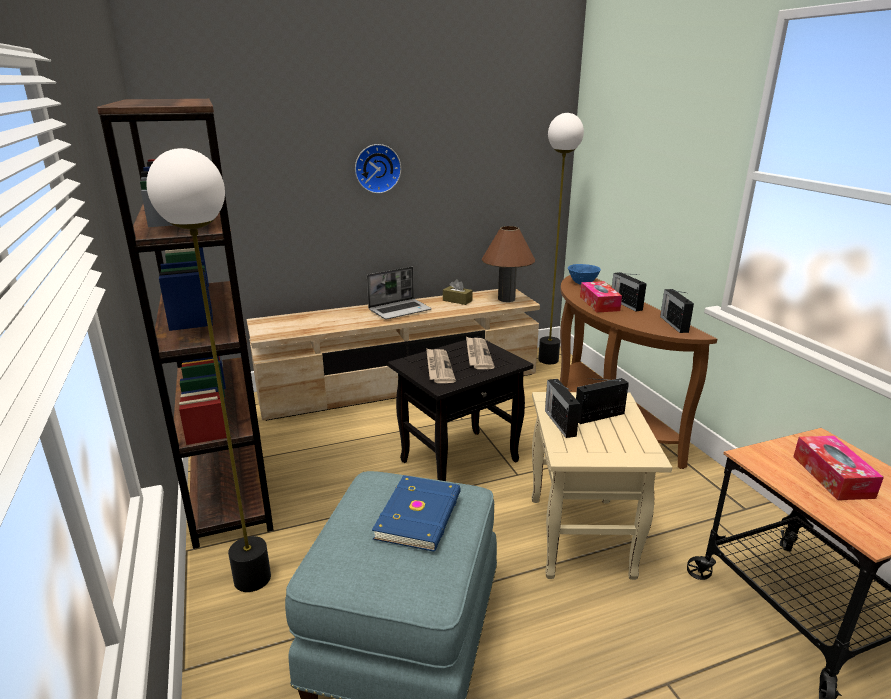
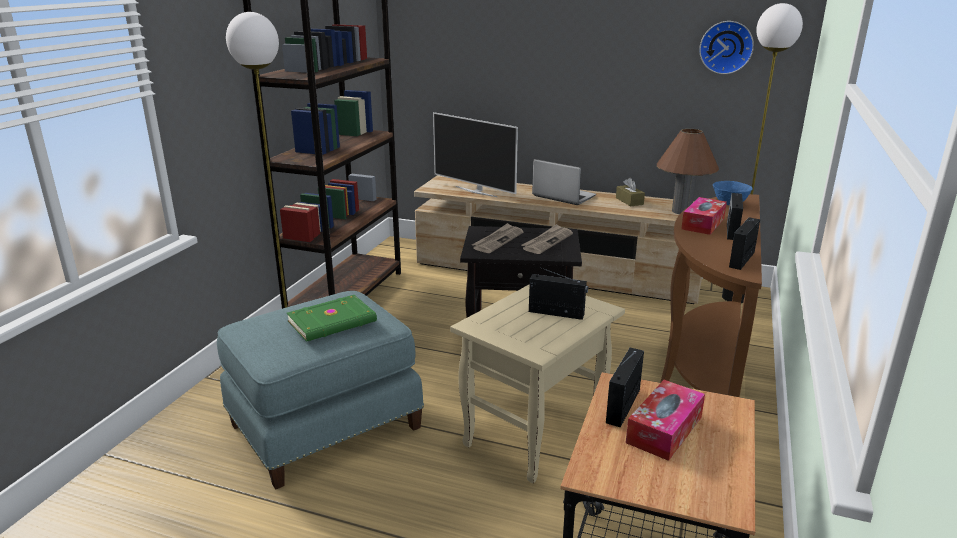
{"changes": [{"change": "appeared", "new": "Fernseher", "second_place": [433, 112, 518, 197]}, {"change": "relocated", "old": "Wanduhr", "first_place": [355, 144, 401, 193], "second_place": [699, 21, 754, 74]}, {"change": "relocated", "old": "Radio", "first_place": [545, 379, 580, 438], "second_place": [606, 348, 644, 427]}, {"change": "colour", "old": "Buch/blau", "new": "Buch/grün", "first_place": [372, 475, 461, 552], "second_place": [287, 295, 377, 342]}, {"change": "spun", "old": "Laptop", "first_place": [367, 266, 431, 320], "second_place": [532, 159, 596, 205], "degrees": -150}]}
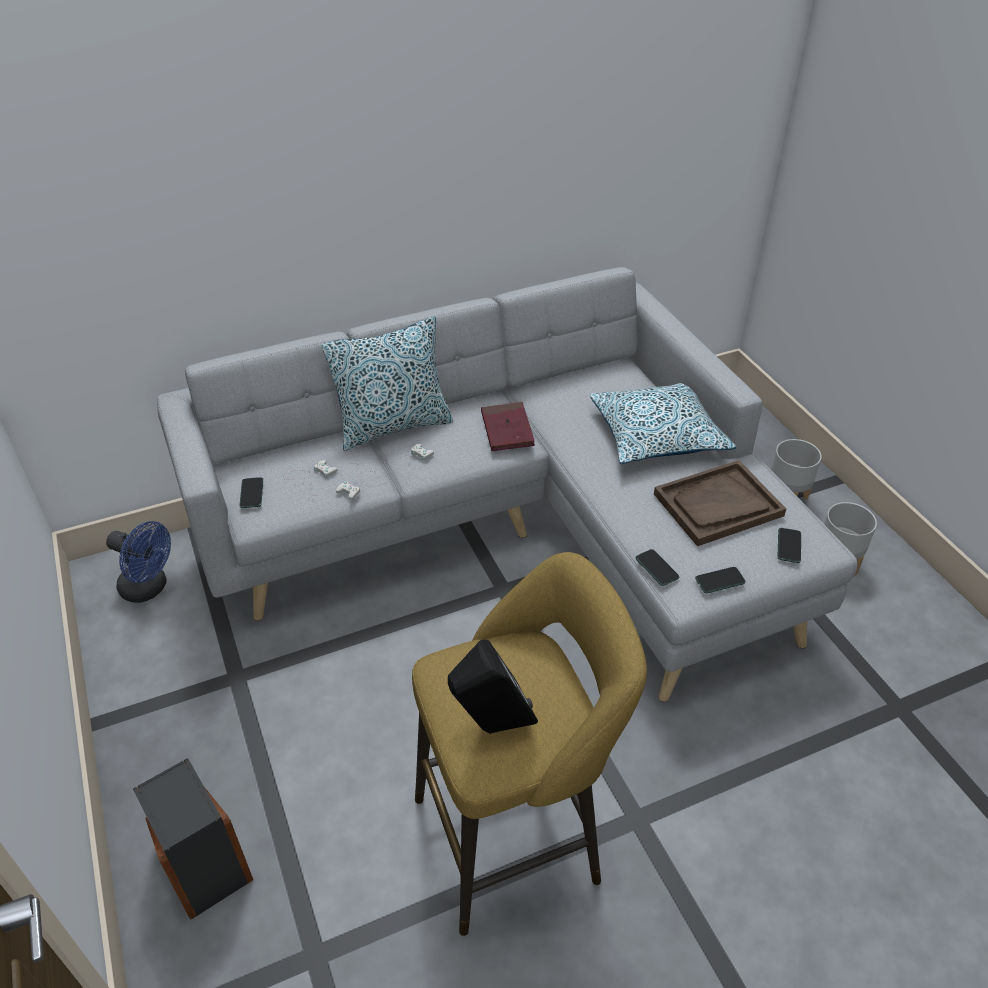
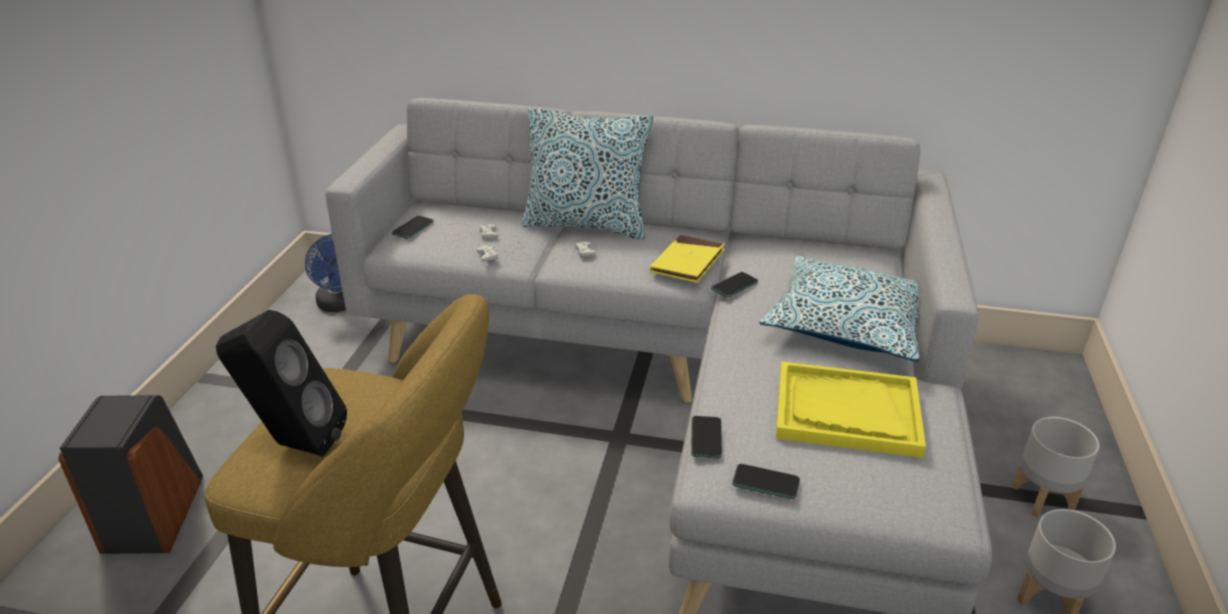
{"changes": [{"change": "relocated", "old": "Handy", "first_place": [778, 528, 801, 563], "second_place": [711, 272, 758, 298]}, {"change": "colour", "old": "Buch/rot", "new": "Buch/gelb", "first_place": [481, 402, 535, 451], "second_place": [650, 235, 725, 283]}, {"change": "colour", "old": "Tablett/braun", "new": "Tablett/gelb", "first_place": [654, 460, 786, 546], "second_place": [776, 361, 926, 458]}]}
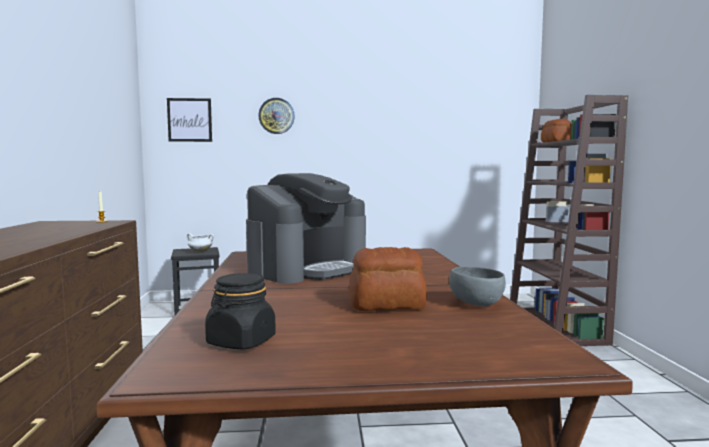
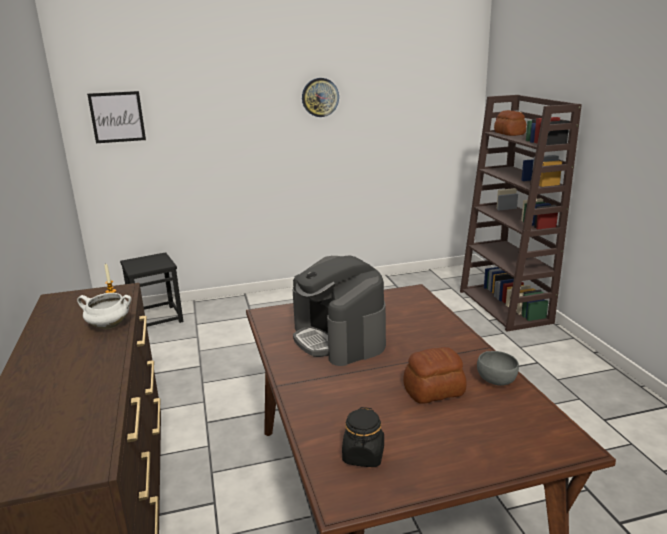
{"changes": [{"change": "relocated", "old": "Kochtopf/weiß", "first_place": [187, 233, 214, 252], "second_place": [77, 293, 132, 329]}, {"change": "relocated", "old": "Wanduhr", "first_place": [258, 98, 295, 134], "second_place": [302, 78, 339, 117]}, {"change": "spun", "old": "Kaffeemaschine", "first_place": [246, 173, 366, 284], "second_place": [293, 255, 386, 366], "degrees": 120}]}
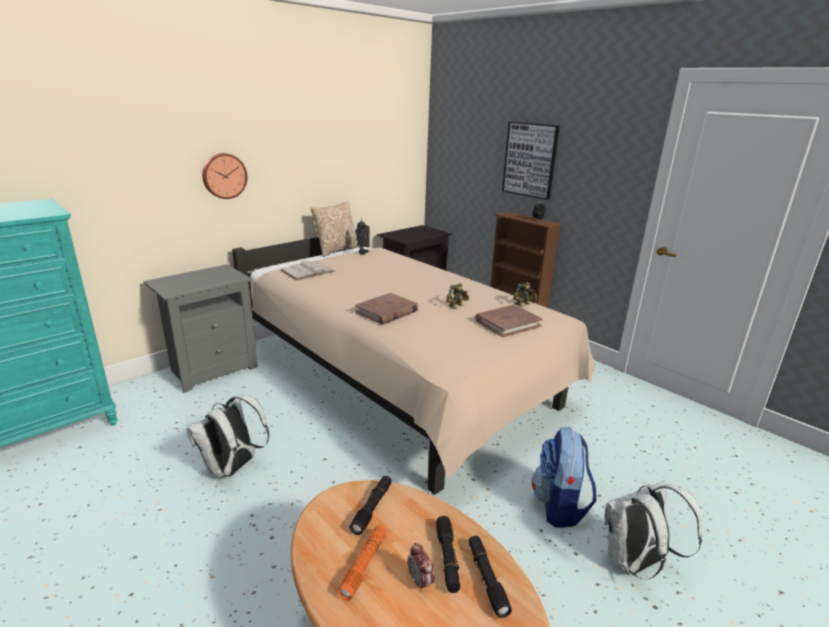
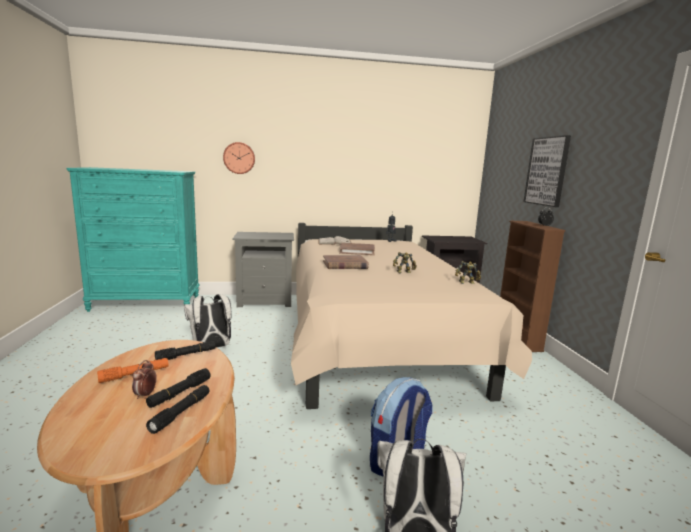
{"changes": [{"change": "missing", "old": "Kissen", "first_place": [310, 201, 360, 257]}, {"change": "relocated", "old": "Wanduhr", "first_place": [202, 153, 247, 199], "second_place": [223, 142, 255, 174]}, {"change": "relocated", "old": "Buch/braun", "first_place": [475, 305, 542, 337], "second_place": [339, 243, 375, 255]}]}
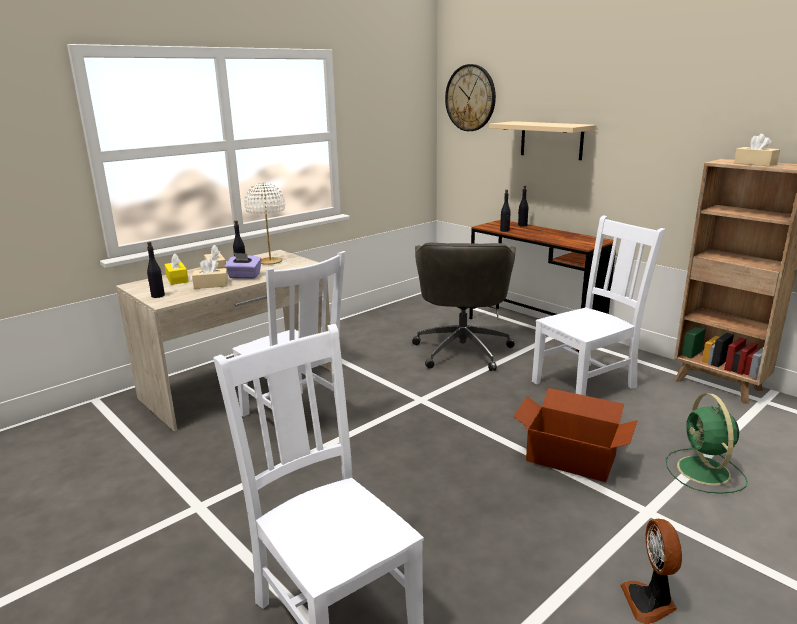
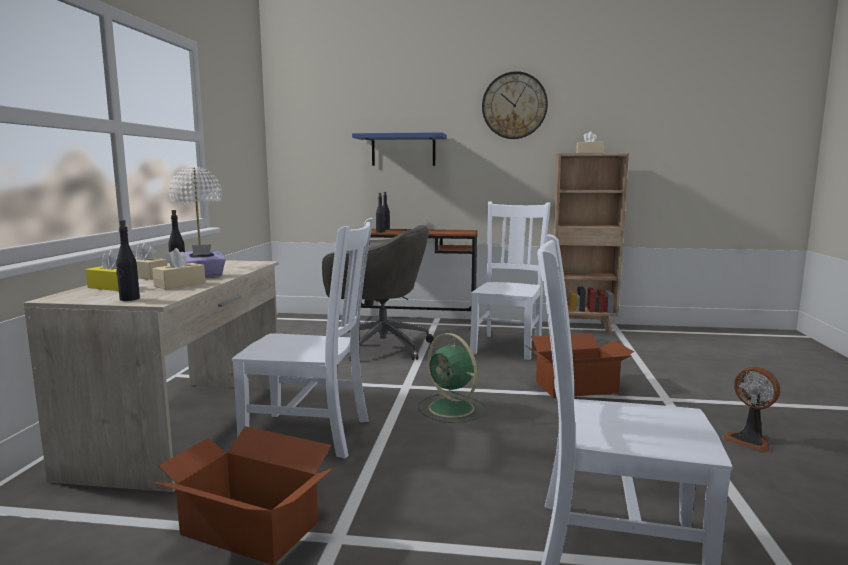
{"changes": [{"change": "appeared", "new": "Karton", "second_place": [149, 426, 335, 565]}, {"change": "relocated", "old": "Wanduhr", "first_place": [445, 64, 496, 131], "second_place": [482, 71, 548, 139]}, {"change": "relocated", "old": "Ventilator/grün", "first_place": [666, 393, 748, 494], "second_place": [418, 333, 488, 423]}, {"change": "colour", "old": "Wandregal/beige", "new": "Wandregal/blau", "first_place": [489, 121, 597, 160], "second_place": [352, 132, 447, 166]}, {"change": "spun", "old": "Bürostuhl/grau", "first_place": [412, 243, 516, 371], "second_place": [322, 225, 434, 362], "degrees": -45}]}
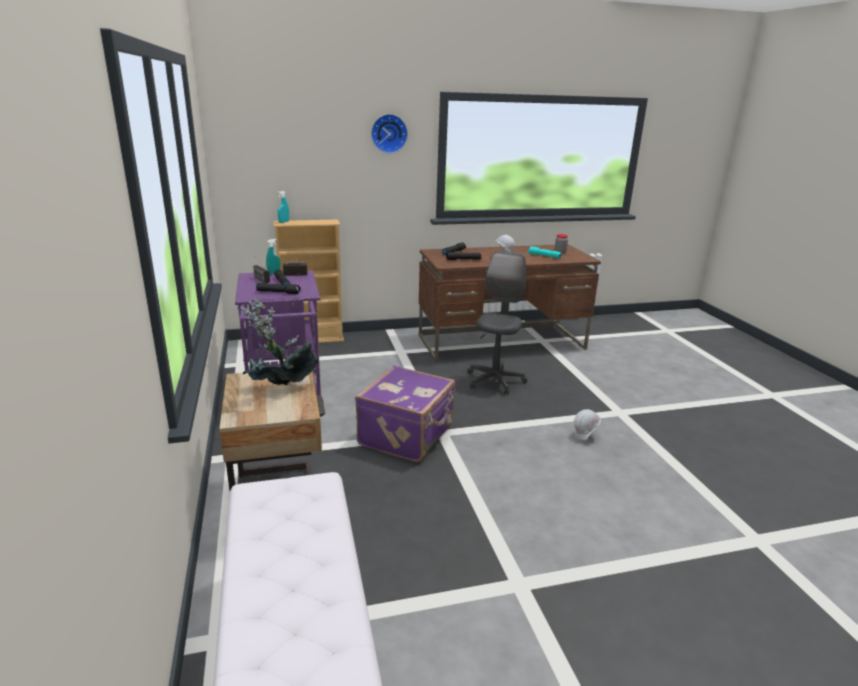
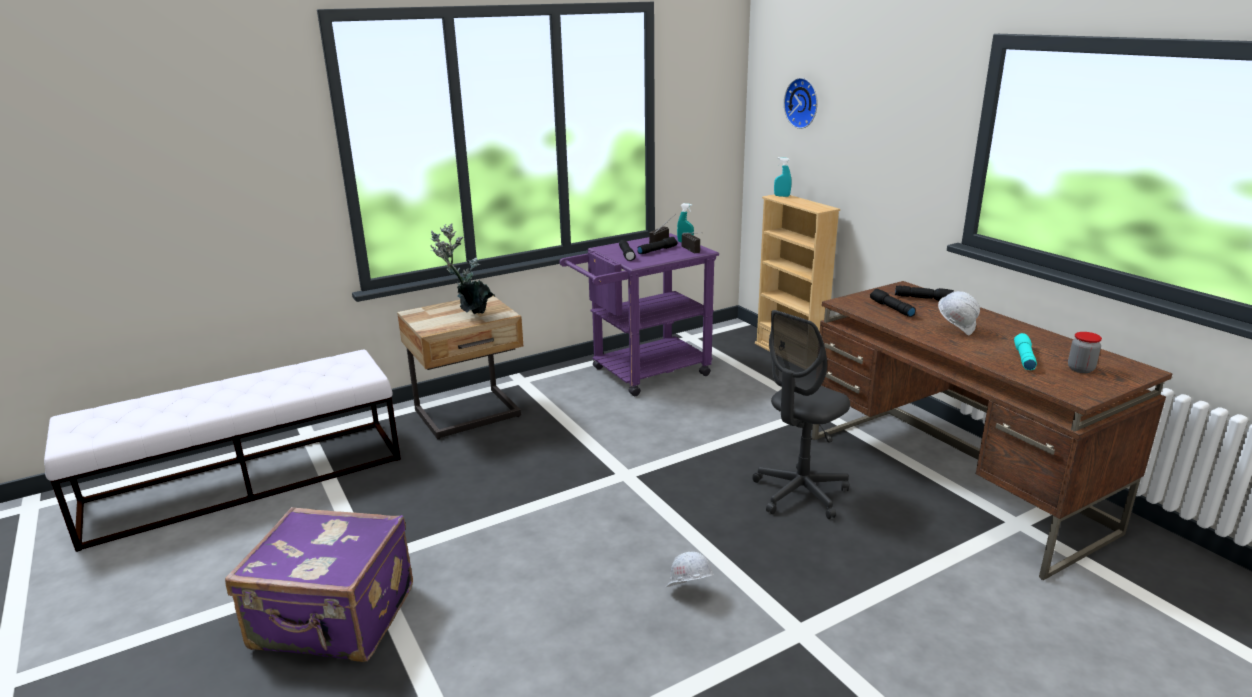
{"changes": [{"change": "relocated", "old": "Koffer/lila", "first_place": [355, 365, 455, 462], "second_place": [225, 507, 413, 662]}, {"change": "relocated", "old": "Wanduhr", "first_place": [371, 114, 408, 154], "second_place": [784, 78, 818, 129]}, {"change": "spun", "old": "Bürostuhl/grau", "first_place": [467, 251, 527, 395], "second_place": [752, 310, 850, 519], "degrees": 135}]}
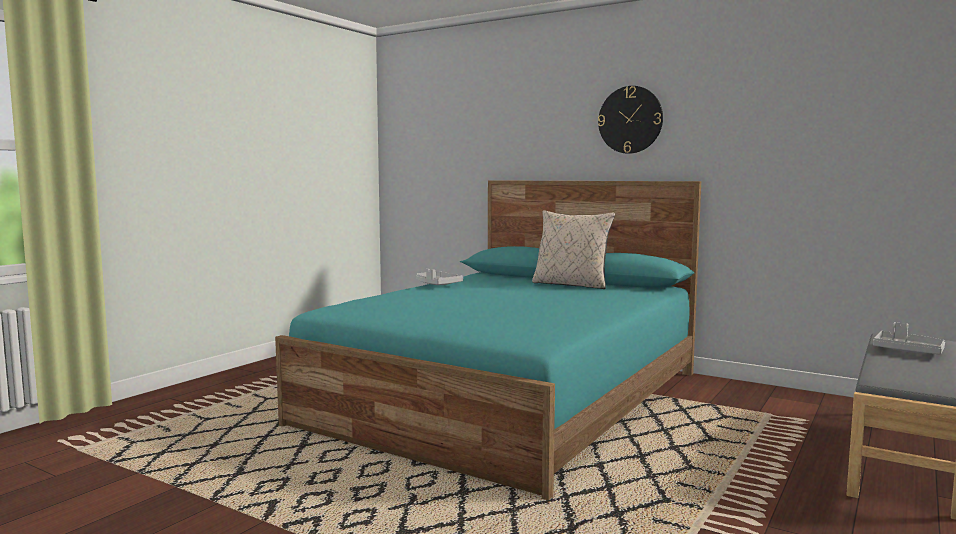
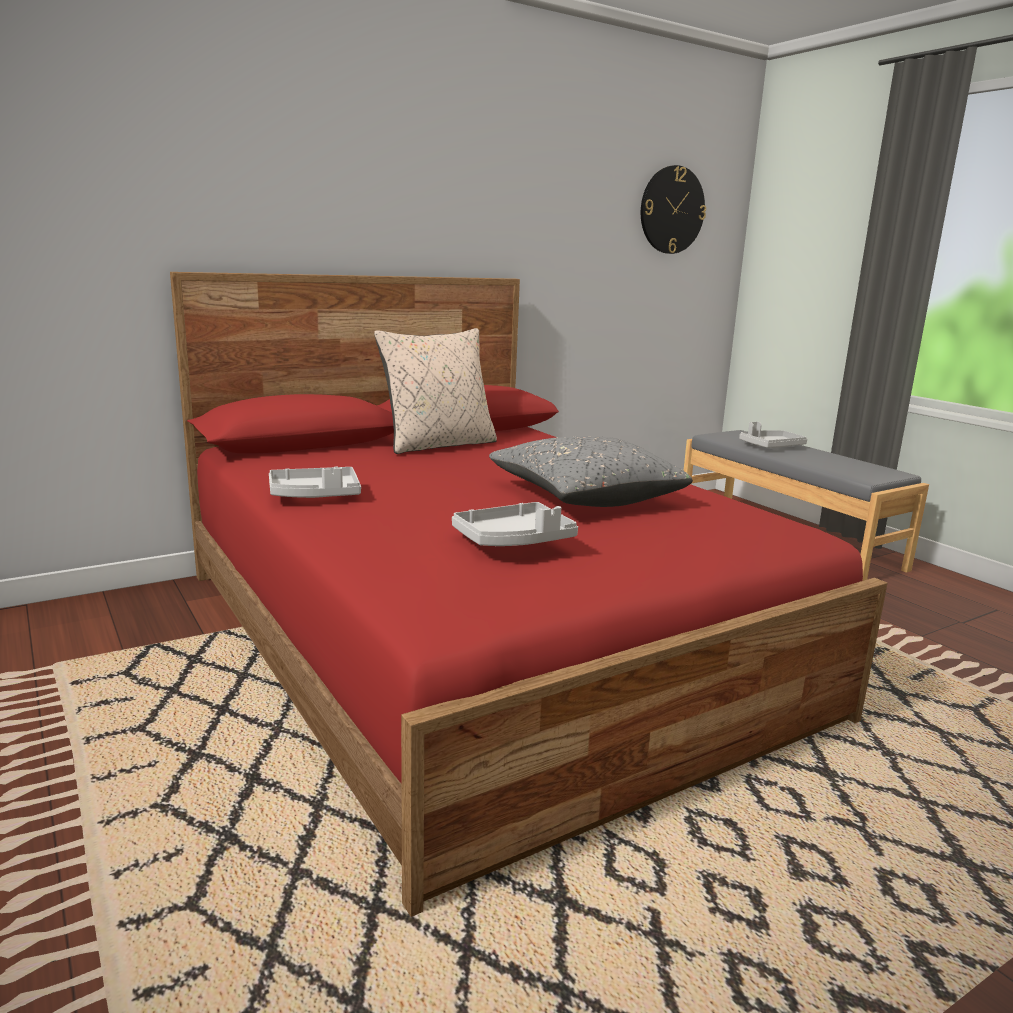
{"changes": [{"change": "appeared", "new": "Tablett/grau", "second_place": [452, 502, 578, 546]}, {"change": "appeared", "new": "Kissen/grau", "second_place": [489, 436, 693, 507]}, {"change": "relocated", "old": "Wanduhr", "first_place": [598, 86, 663, 154], "second_place": [641, 165, 706, 254]}, {"change": "colour", "old": "Bett/türkis", "new": "Bett/rot", "first_place": [275, 180, 701, 500], "second_place": [170, 272, 888, 917]}]}
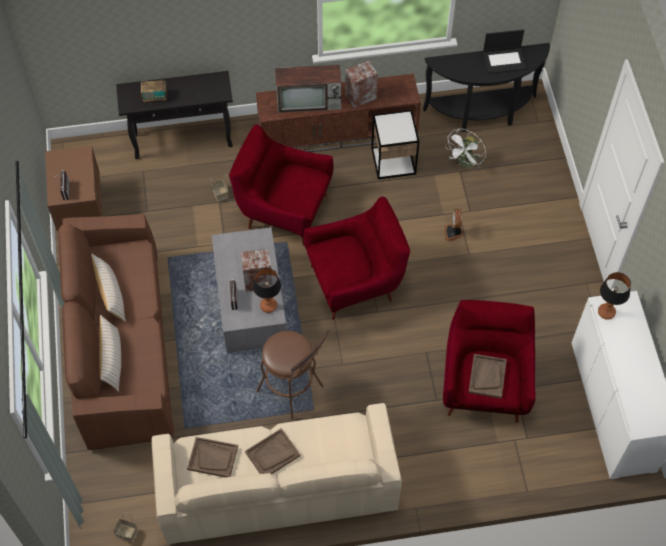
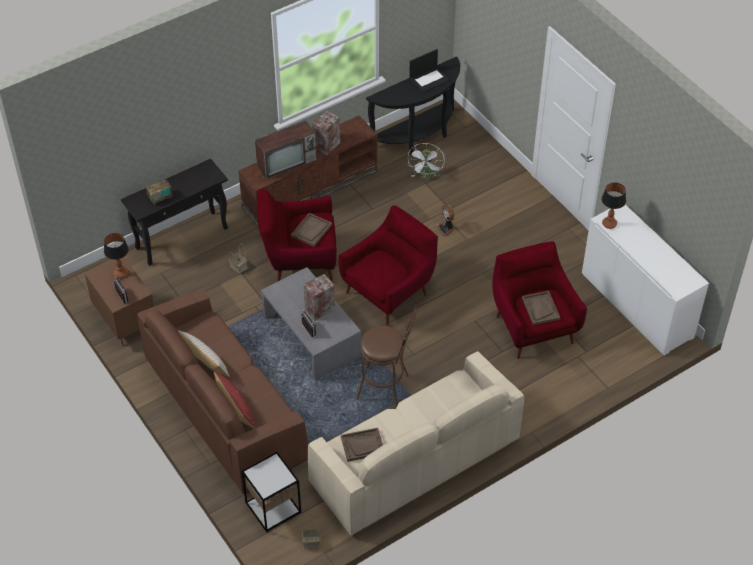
{"changes": [{"change": "relocated", "old": "Tablett/braun", "first_place": [245, 428, 300, 474], "second_place": [291, 213, 332, 247]}, {"change": "relocated", "old": "Tischlampe", "first_place": [253, 268, 281, 313], "second_place": [104, 233, 129, 279]}, {"change": "relocated", "old": "Beistelltisch", "first_place": [371, 110, 419, 179], "second_place": [241, 452, 301, 532]}, {"change": "colour", "old": "Kissen/beige", "new": "Kissen/rot", "first_place": [99, 315, 121, 392], "second_place": [214, 371, 256, 429]}]}
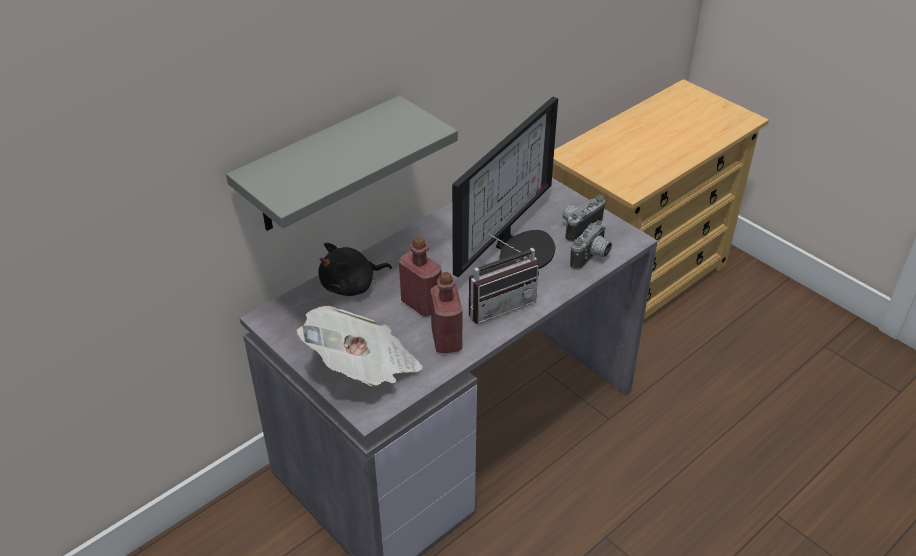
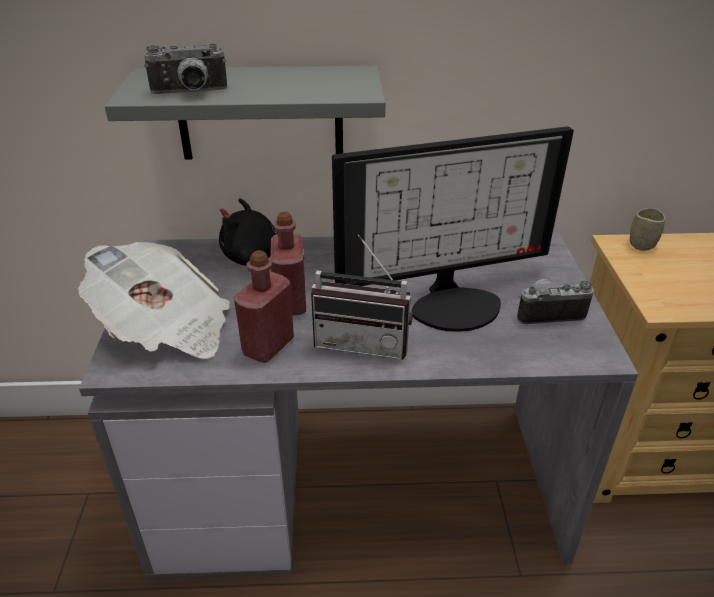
{"changes": [{"change": "appeared", "new": "Tasse", "second_place": [630, 208, 665, 251]}, {"change": "relocated", "old": "Kamera", "first_place": [570, 220, 612, 270], "second_place": [144, 43, 227, 94]}]}
